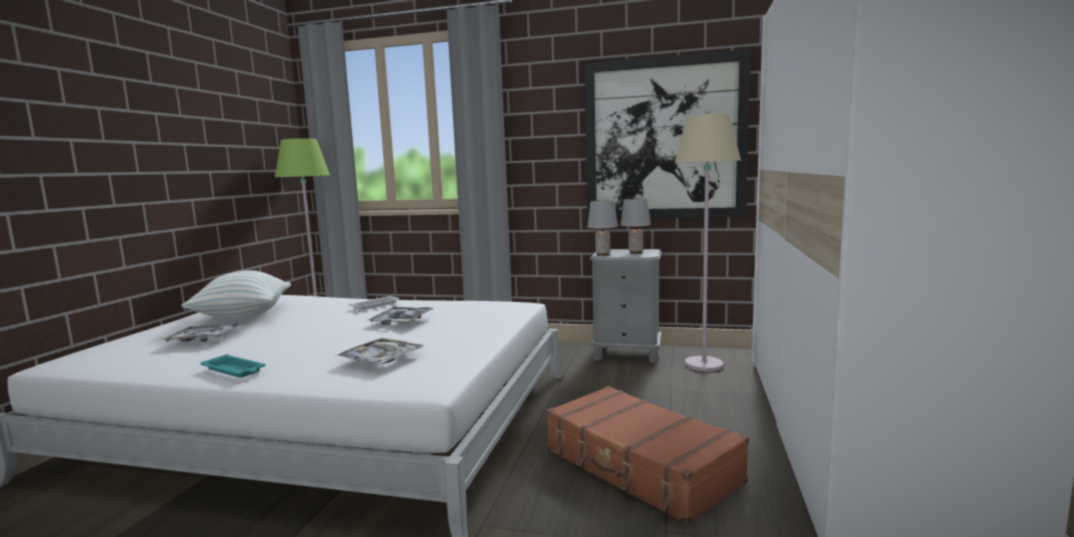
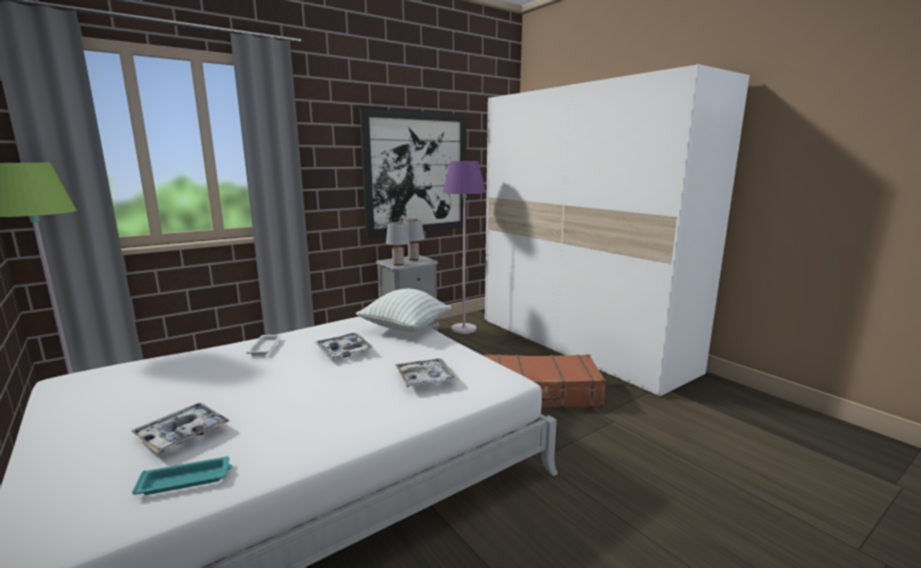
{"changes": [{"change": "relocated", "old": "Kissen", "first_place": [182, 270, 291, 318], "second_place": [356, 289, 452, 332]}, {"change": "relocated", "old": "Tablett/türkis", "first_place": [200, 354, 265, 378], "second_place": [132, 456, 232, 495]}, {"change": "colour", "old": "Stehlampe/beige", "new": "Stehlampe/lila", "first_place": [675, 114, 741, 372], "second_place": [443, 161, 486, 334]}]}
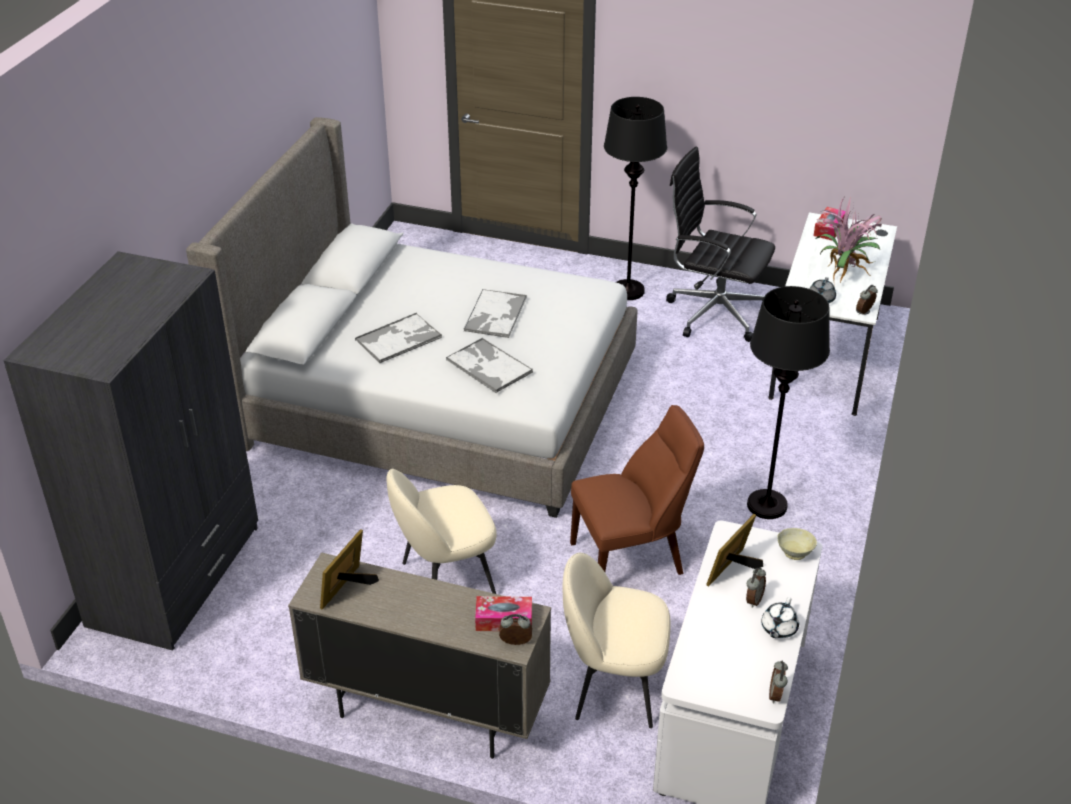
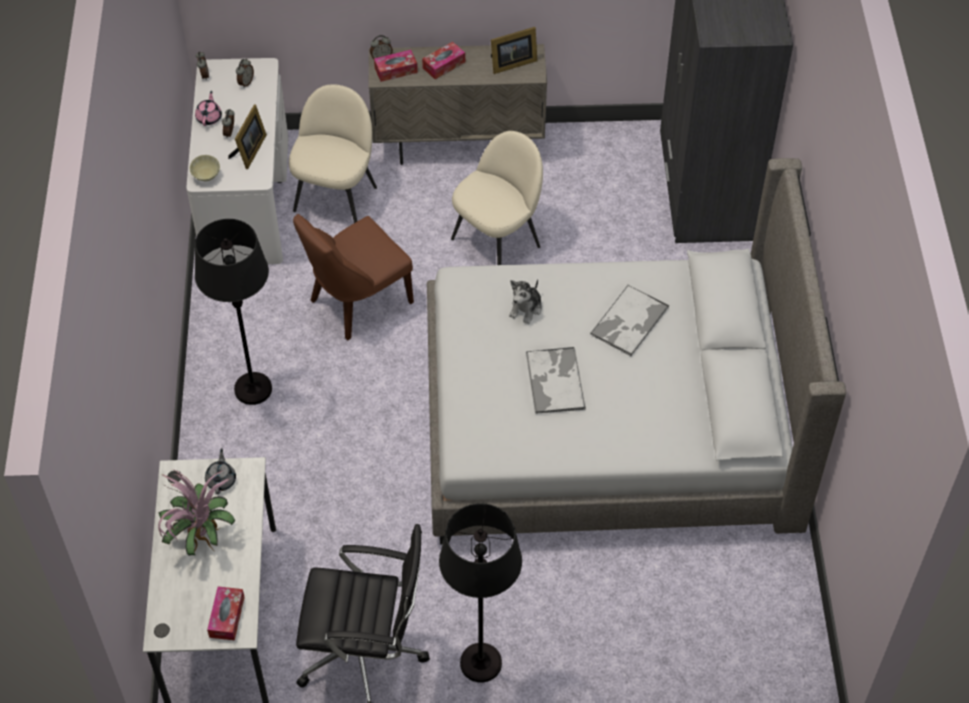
{"changes": [{"change": "appeared", "new": "Taschentuchbox", "second_place": [422, 42, 465, 79]}, {"change": "relocated", "old": "Wecker", "first_place": [856, 285, 878, 315], "second_place": [236, 59, 254, 88]}, {"change": "exchanged", "old": "Tablett", "new": "Plüschtier", "first_place": [446, 338, 533, 393], "second_place": [509, 279, 542, 324]}, {"change": "colour", "old": "Teekanne/weiß", "new": "Teekanne/rosa", "first_place": [761, 597, 799, 638], "second_place": [195, 91, 222, 126]}, {"change": "spun", "old": "Bilderrahmen", "first_place": [320, 529, 379, 610], "second_place": [491, 27, 537, 74], "degrees": 60}, {"change": "spun", "old": "Stuhl/beige", "first_place": [563, 553, 671, 728], "second_place": [289, 84, 377, 223], "degrees": -60}]}
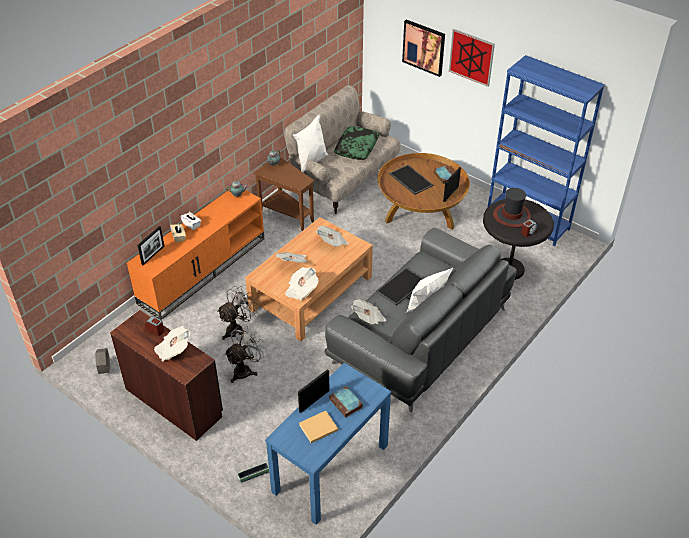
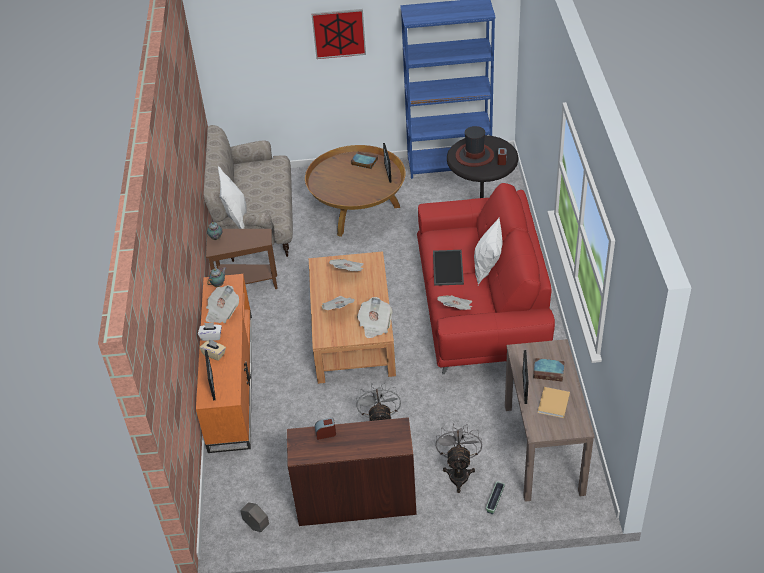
{"changes": [{"change": "missing", "old": "Kissen", "first_place": [334, 126, 379, 160]}, {"change": "missing", "old": "Tablett", "first_place": [389, 165, 433, 195]}, {"change": "missing", "old": "Bild", "first_place": [402, 19, 445, 77]}, {"change": "relocated", "old": "Zeitung", "first_place": [154, 326, 191, 362], "second_place": [206, 285, 239, 323]}, {"change": "relocated", "old": "Ventilator/grau", "first_place": [217, 286, 257, 340], "second_place": [436, 423, 482, 493]}, {"change": "colour", "old": "Konsolentisch/blau", "new": "Konsolentisch/braun", "first_place": [265, 363, 392, 525], "second_place": [505, 339, 595, 502]}, {"change": "colour", "old": "Sofa/grau", "new": "Sofa/rot", "first_place": [324, 228, 517, 413], "second_place": [417, 183, 555, 374]}]}
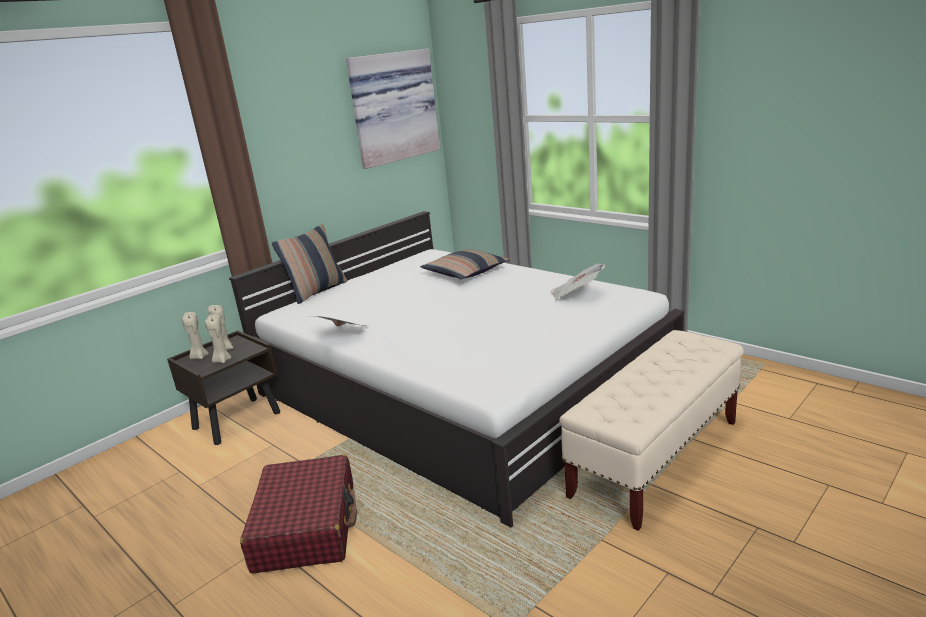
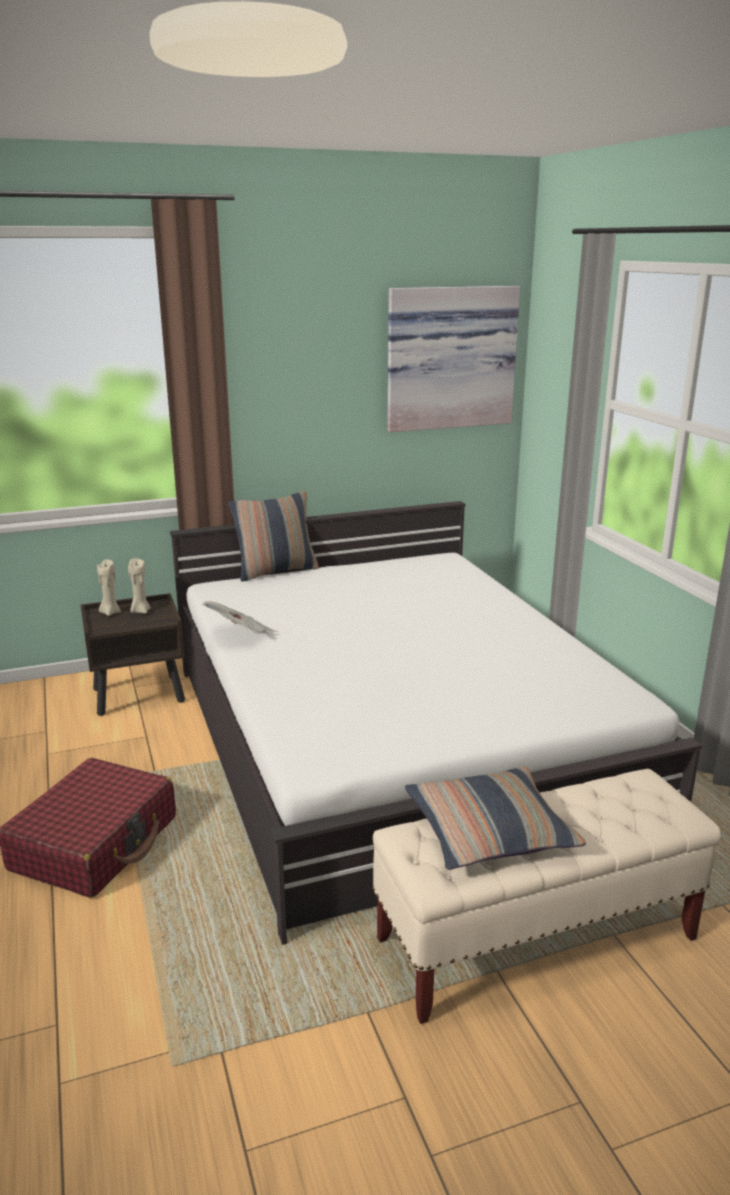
{"changes": [{"change": "missing", "old": "Kerze/beige", "first_place": [205, 314, 232, 363]}, {"change": "missing", "old": "Zeitung", "first_place": [551, 263, 605, 299]}, {"change": "relocated", "old": "Kissen", "first_place": [420, 249, 509, 279], "second_place": [405, 766, 586, 870]}]}
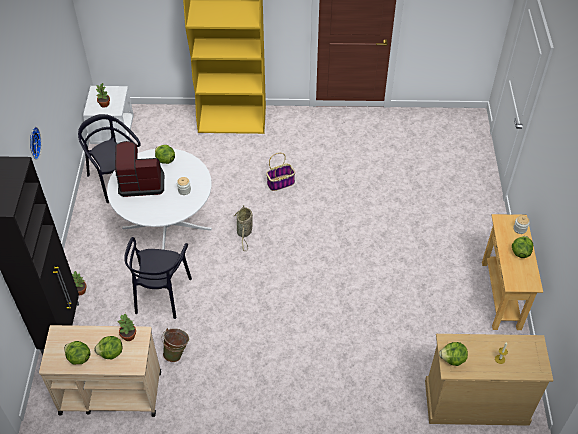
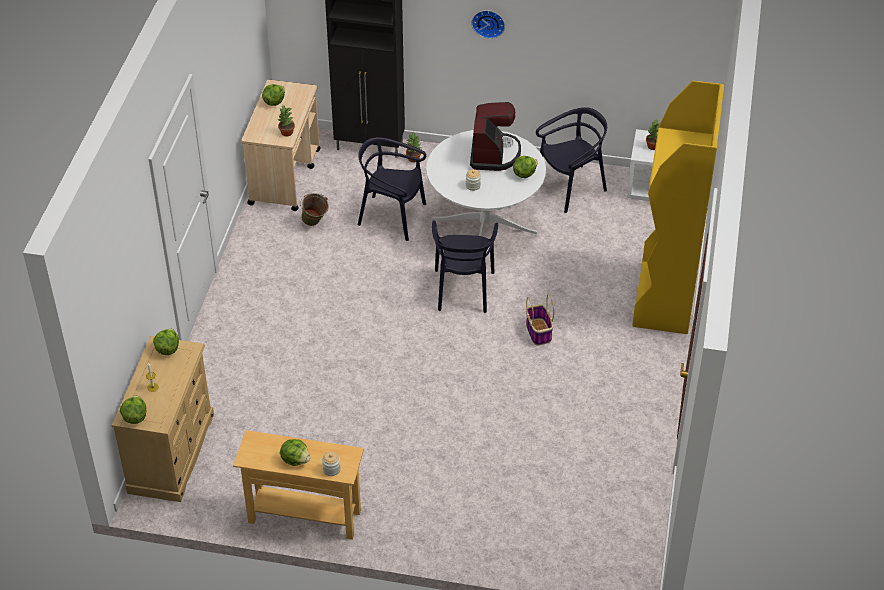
{"changes": [{"change": "relocated", "old": "Salatkopf", "first_place": [94, 336, 122, 360], "second_place": [120, 396, 146, 424]}, {"change": "exchanged", "old": "Korb", "new": "Stuhl/schwarz", "first_place": [234, 205, 253, 251], "second_place": [432, 221, 498, 313]}]}
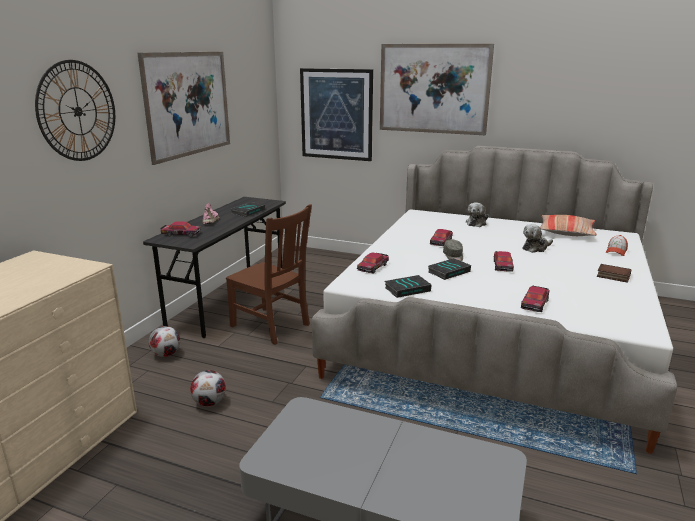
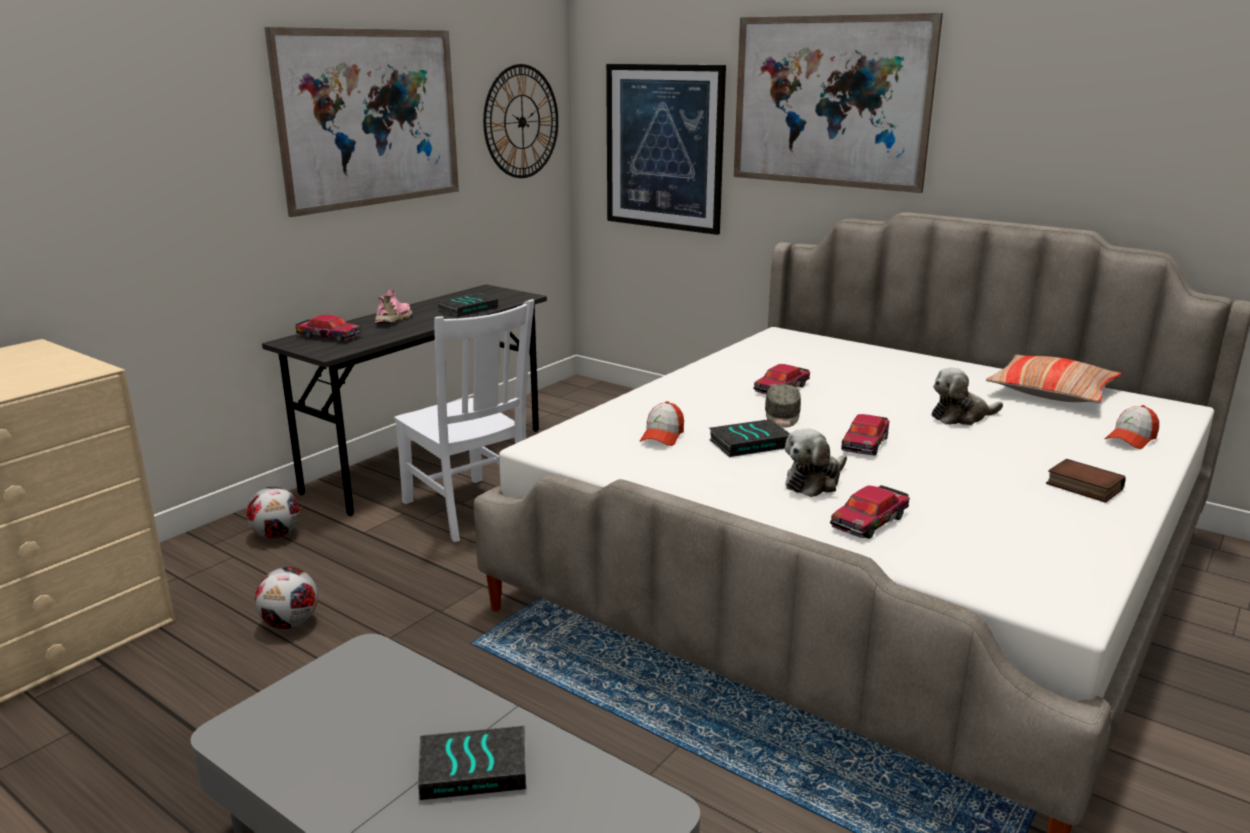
{"changes": [{"change": "missing", "old": "Spielzeugauto", "first_place": [357, 253, 389, 273]}, {"change": "appeared", "new": "Kappe", "second_place": [640, 401, 684, 446]}, {"change": "relocated", "old": "Wanduhr", "first_place": [35, 60, 115, 161], "second_place": [483, 64, 558, 178]}, {"change": "relocated", "old": "Buch", "first_place": [385, 275, 431, 298], "second_place": [418, 726, 526, 800]}, {"change": "relocated", "old": "Plüschtier", "first_place": [466, 202, 488, 227], "second_place": [785, 428, 847, 497]}, {"change": "colour", "old": "Stuhl/braun", "new": "Stuhl/weiß", "first_place": [226, 204, 312, 345], "second_place": [394, 299, 534, 542]}]}
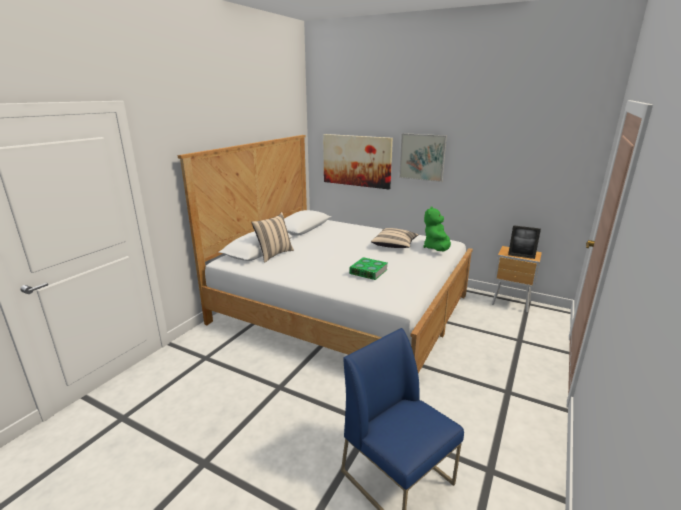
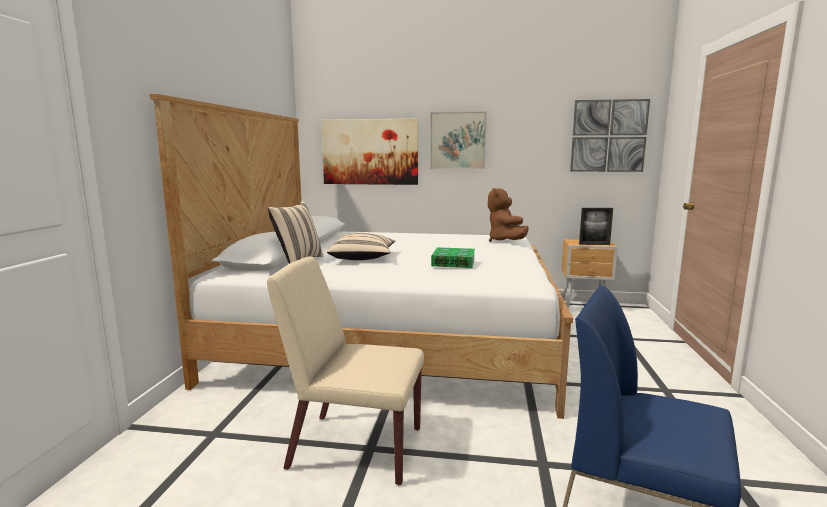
{"changes": [{"change": "appeared", "new": "Stuhl/beige", "second_place": [267, 256, 424, 485]}, {"change": "appeared", "new": "Bild", "second_place": [570, 99, 650, 172]}, {"change": "relocated", "old": "Kissen/beige", "first_place": [371, 228, 419, 248], "second_place": [327, 233, 395, 260]}, {"change": "colour", "old": "Plüschtier/grün", "new": "Plüschtier/braun", "first_place": [423, 206, 451, 251], "second_place": [488, 188, 529, 242]}]}
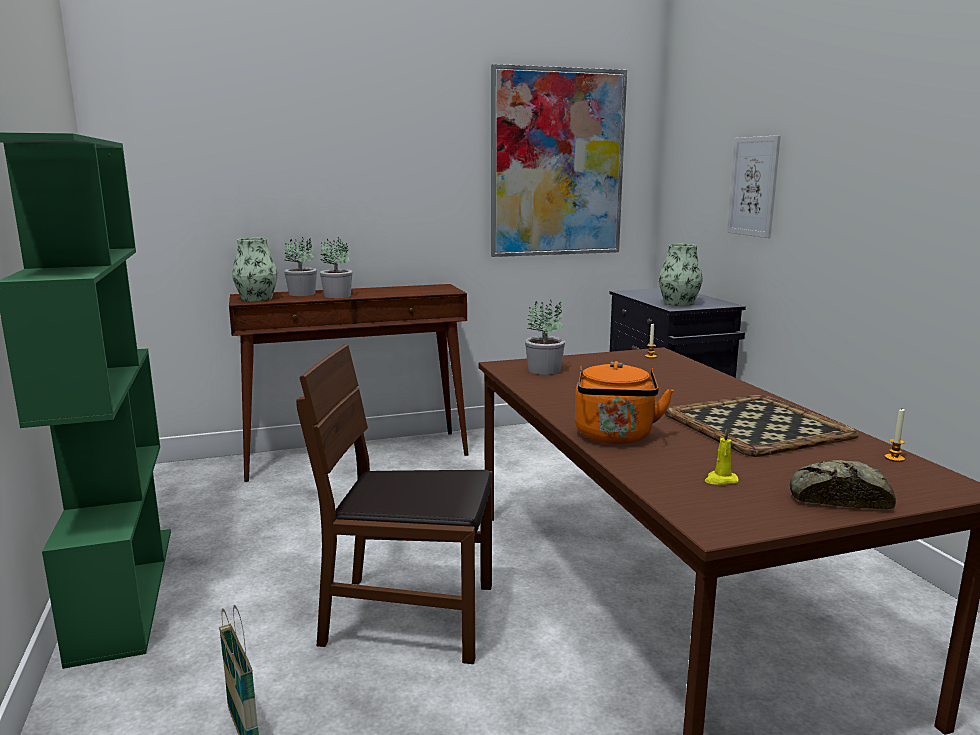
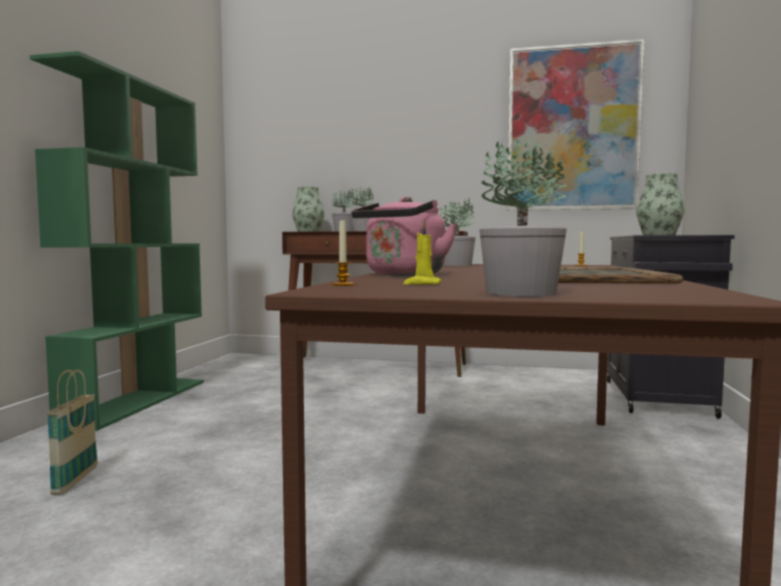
{"changes": [{"change": "missing", "old": "Stuhl/braun", "first_place": [296, 344, 492, 664]}, {"change": "missing", "old": "Bild", "first_place": [727, 135, 781, 238]}, {"change": "relocated", "old": "Kerze", "first_place": [884, 409, 905, 462], "second_place": [332, 218, 354, 286]}, {"change": "exchanged", "old": "Brot", "new": "Topfpflanze", "first_place": [790, 460, 896, 510], "second_place": [479, 139, 567, 296]}, {"change": "colour", "old": "Wasserkessel/orange", "new": "Wasserkessel/rosa", "first_place": [575, 361, 673, 444], "second_place": [351, 197, 457, 276]}]}
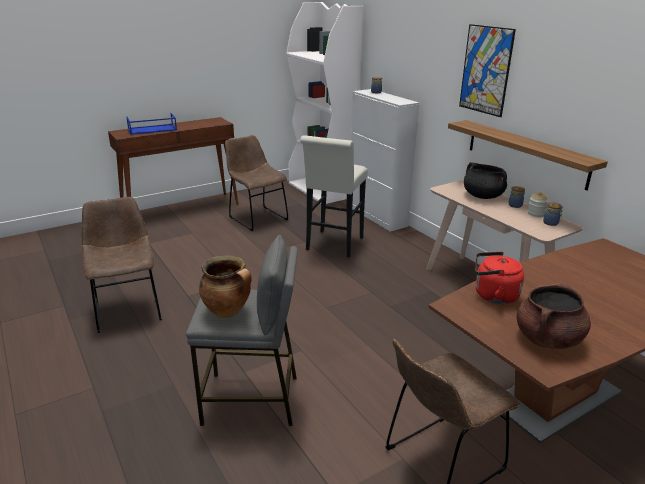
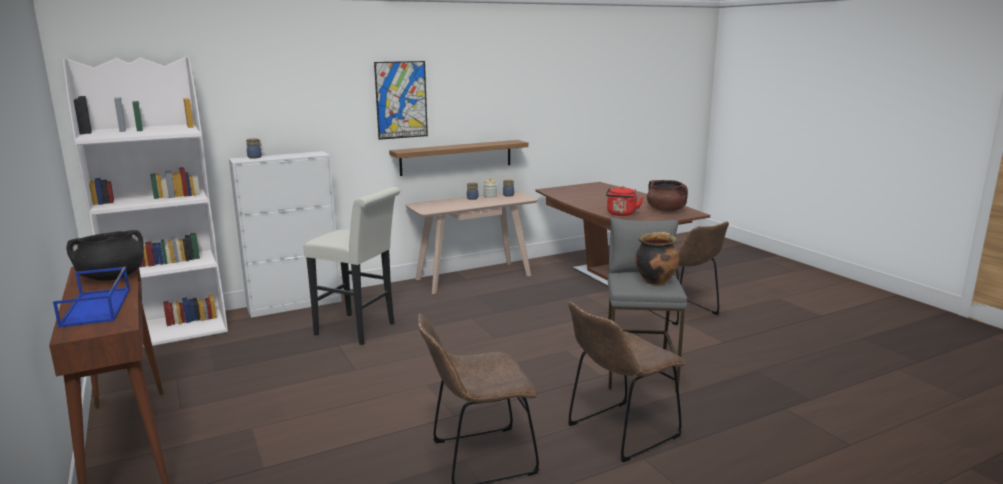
{"changes": [{"change": "relocated", "old": "Stuhl/braun", "first_place": [225, 135, 289, 231], "second_place": [568, 302, 685, 462]}, {"change": "relocated", "old": "Kochtopf/schwarz", "first_place": [464, 162, 507, 199], "second_place": [66, 230, 144, 281]}]}
